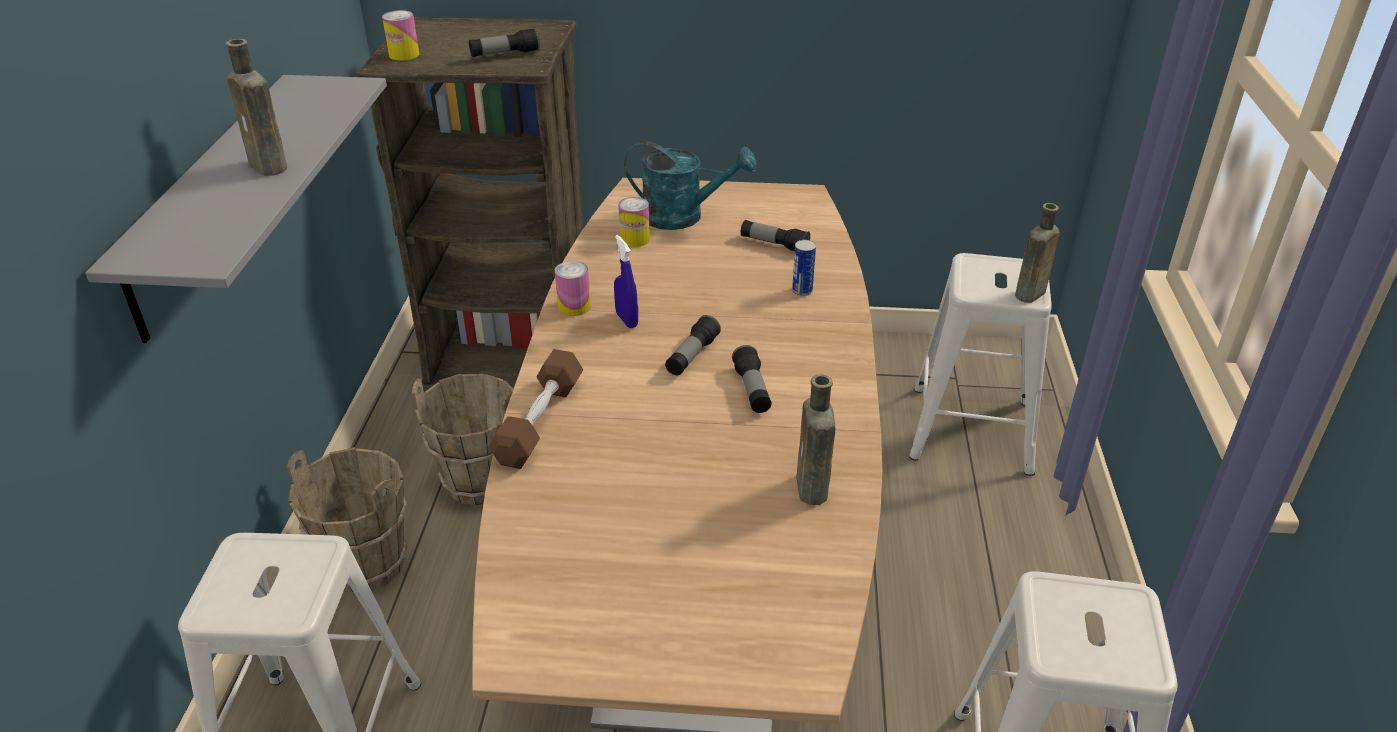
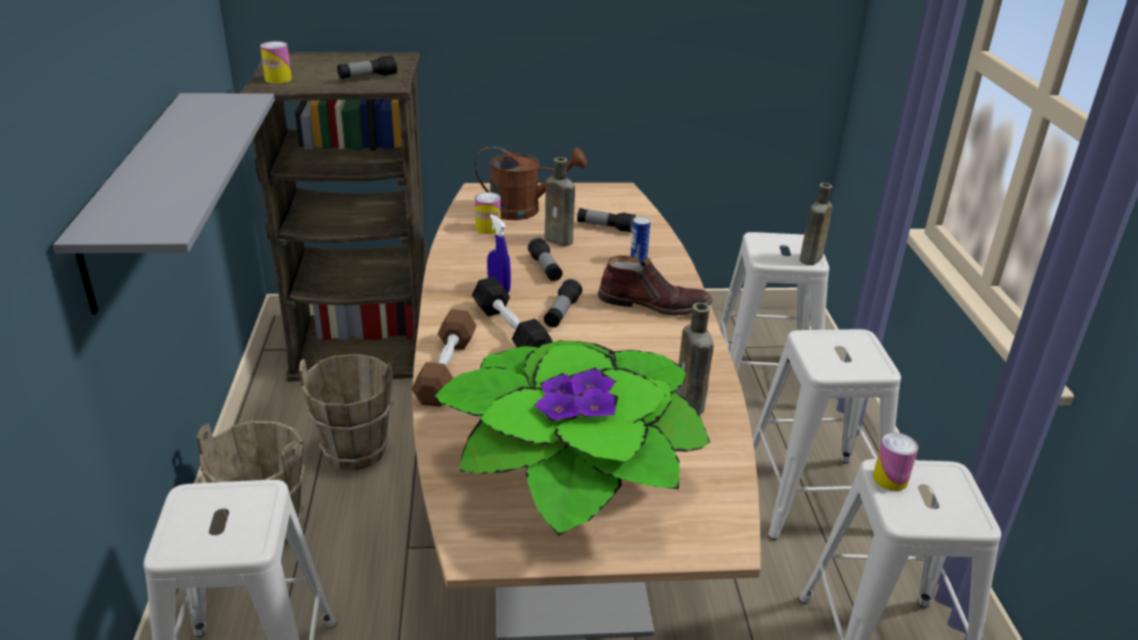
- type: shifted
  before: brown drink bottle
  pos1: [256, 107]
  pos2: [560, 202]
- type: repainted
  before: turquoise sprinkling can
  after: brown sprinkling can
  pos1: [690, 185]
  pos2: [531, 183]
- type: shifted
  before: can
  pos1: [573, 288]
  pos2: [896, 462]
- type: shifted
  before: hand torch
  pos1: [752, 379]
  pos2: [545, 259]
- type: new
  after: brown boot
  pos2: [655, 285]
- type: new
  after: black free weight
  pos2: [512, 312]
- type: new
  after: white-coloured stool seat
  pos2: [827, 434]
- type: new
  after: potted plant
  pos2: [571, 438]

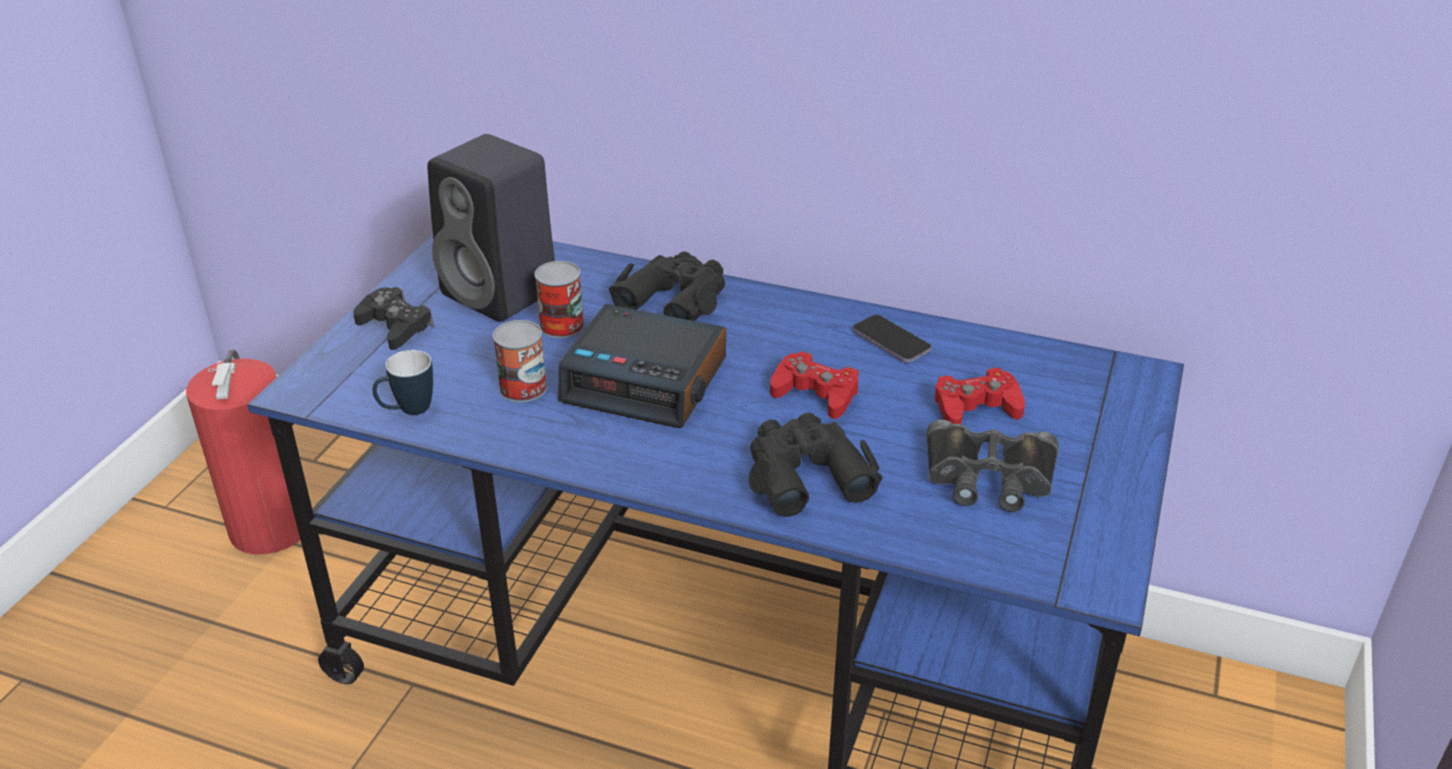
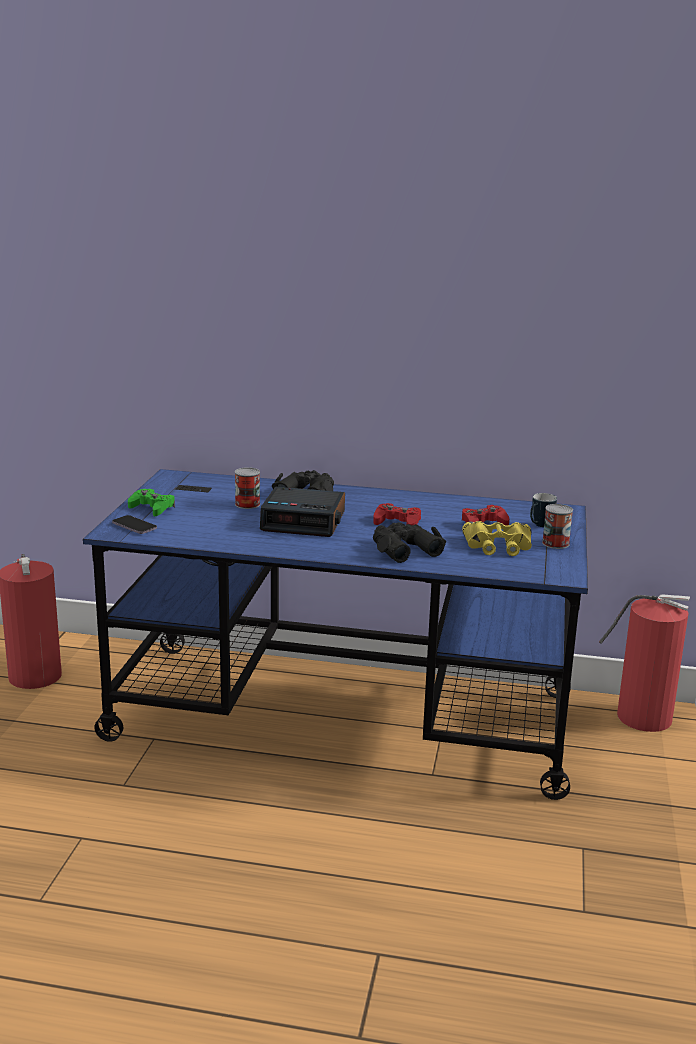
- type: gone
  before: black loudspeaker
  pos1: [491, 228]
- type: repainted
  before: black game controller
  after: greenish game controller
  pos1: [393, 318]
  pos2: [151, 503]
- type: shifted
  before: handset
  pos1: [892, 339]
  pos2: [134, 524]
- type: shifted
  before: can
  pos1: [520, 361]
  pos2: [557, 526]
- type: shifted
  before: tea mug
  pos1: [403, 382]
  pos2: [543, 510]
- type: repainted
  before: black binoculars
  after: yellowish binoculars
  pos1: [992, 466]
  pos2: [497, 538]
- type: new
  after: fire extinguisher
  pos2: [644, 663]

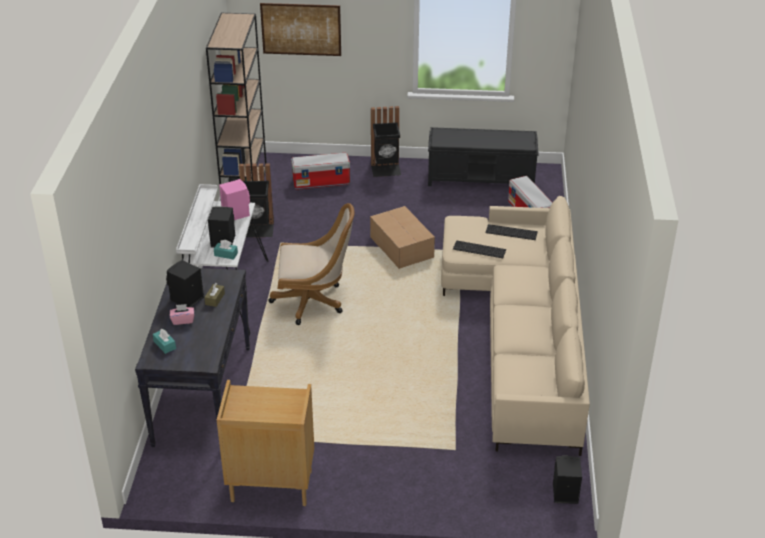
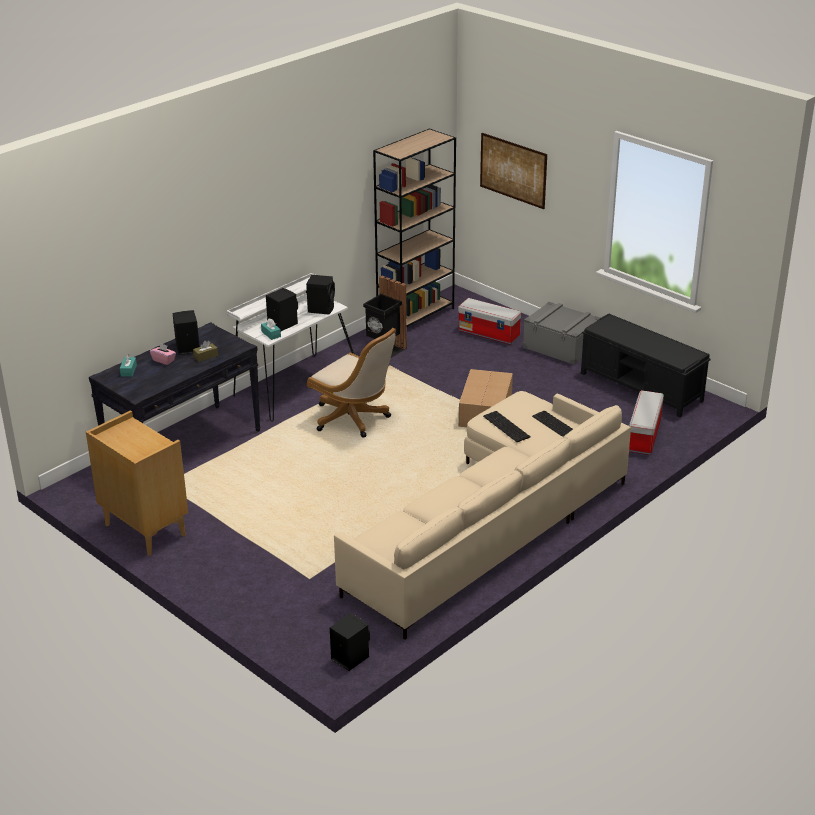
- type: swapped
  before: black trash can
  after: grey storage box
  pos1: [386, 141]
  pos2: [561, 333]
- type: repainted
  before: pinkish loudspeaker
  after: black loudspeaker
  pos1: [234, 199]
  pos2: [320, 295]

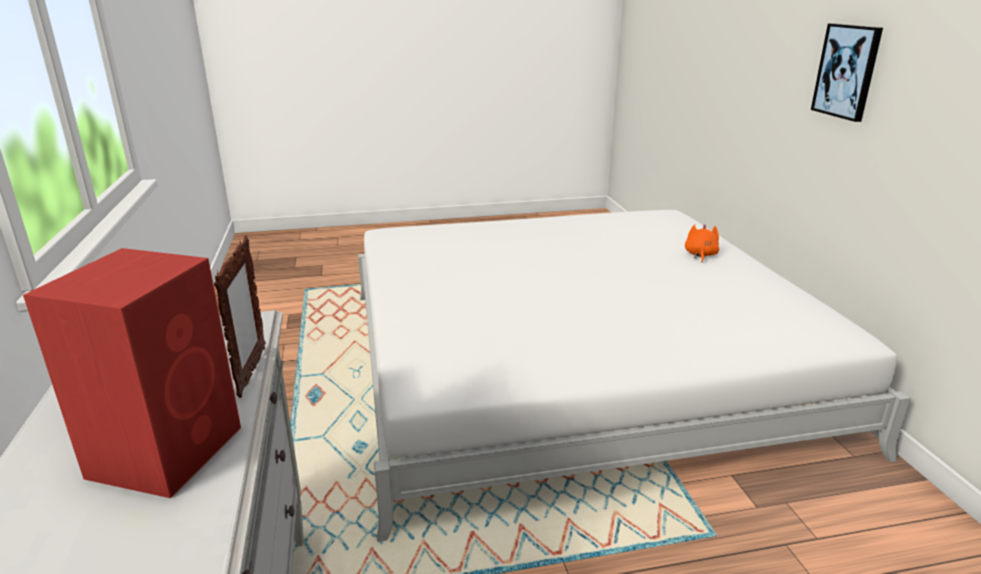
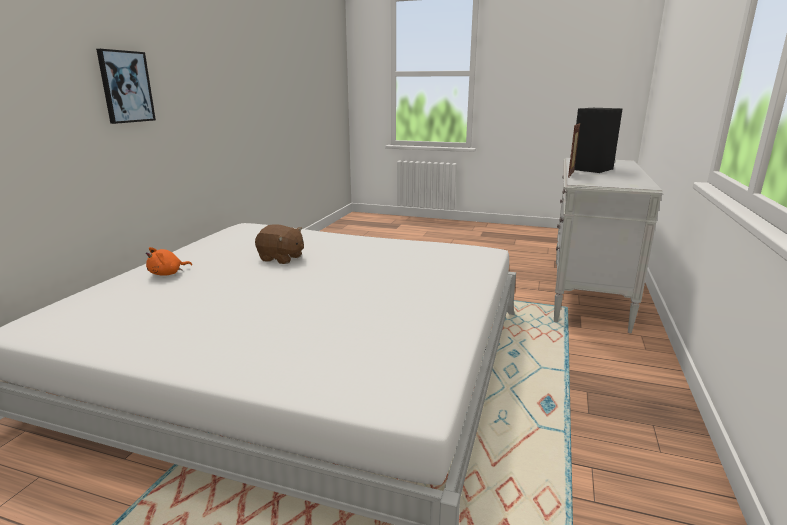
- type: repainted
  before: reddish loudspeaker
  after: black loudspeaker
  pos1: [132, 373]
  pos2: [598, 140]
- type: new
  after: brown cuddly toy
  pos2: [279, 244]

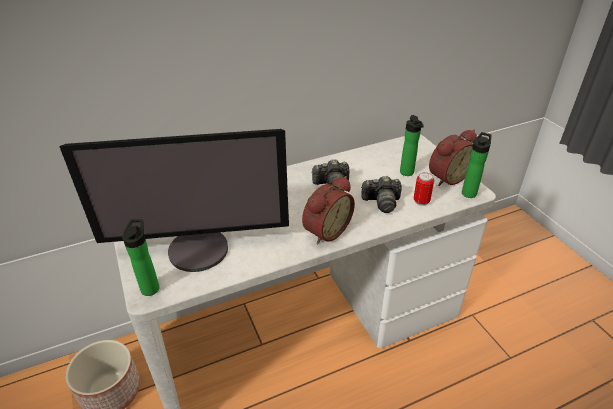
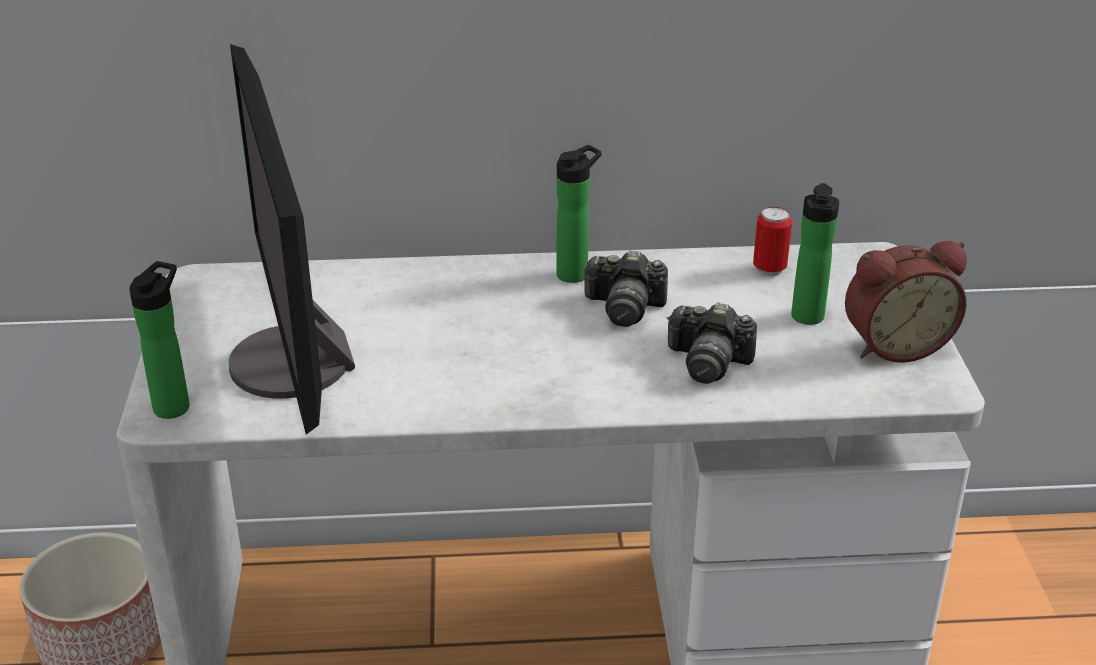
- type: rotated
  before: computer display
  pos1: [174, 200]
  pos2: [292, 239]
  turn: 60
- type: shifted
  before: drink bottle
  pos1: [477, 165]
  pos2: [579, 214]
- type: shifted
  before: can
  pos1: [424, 189]
  pos2: [772, 241]
- type: gone
  before: table clock
  pos1: [328, 210]

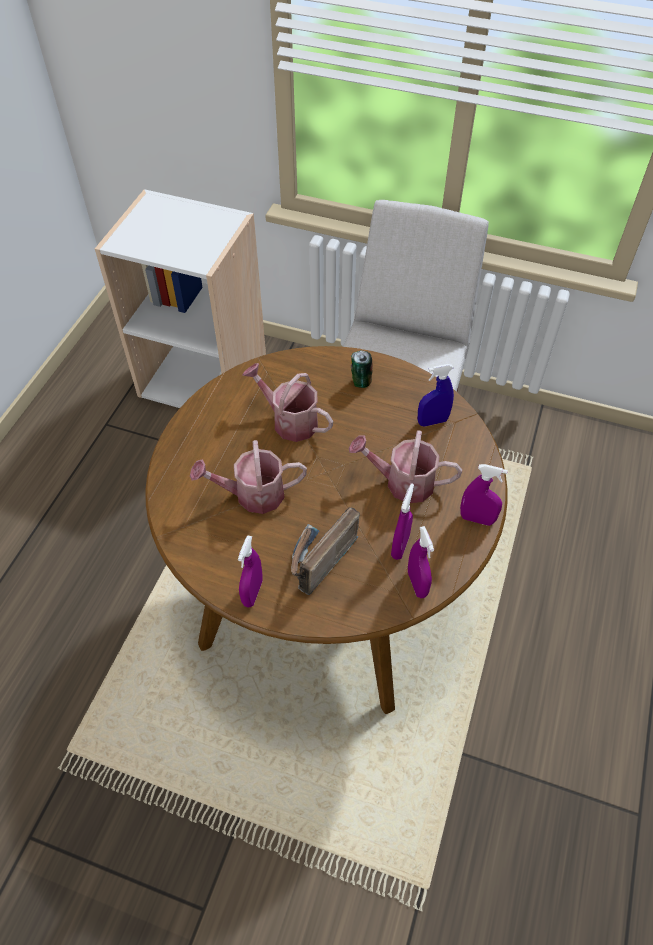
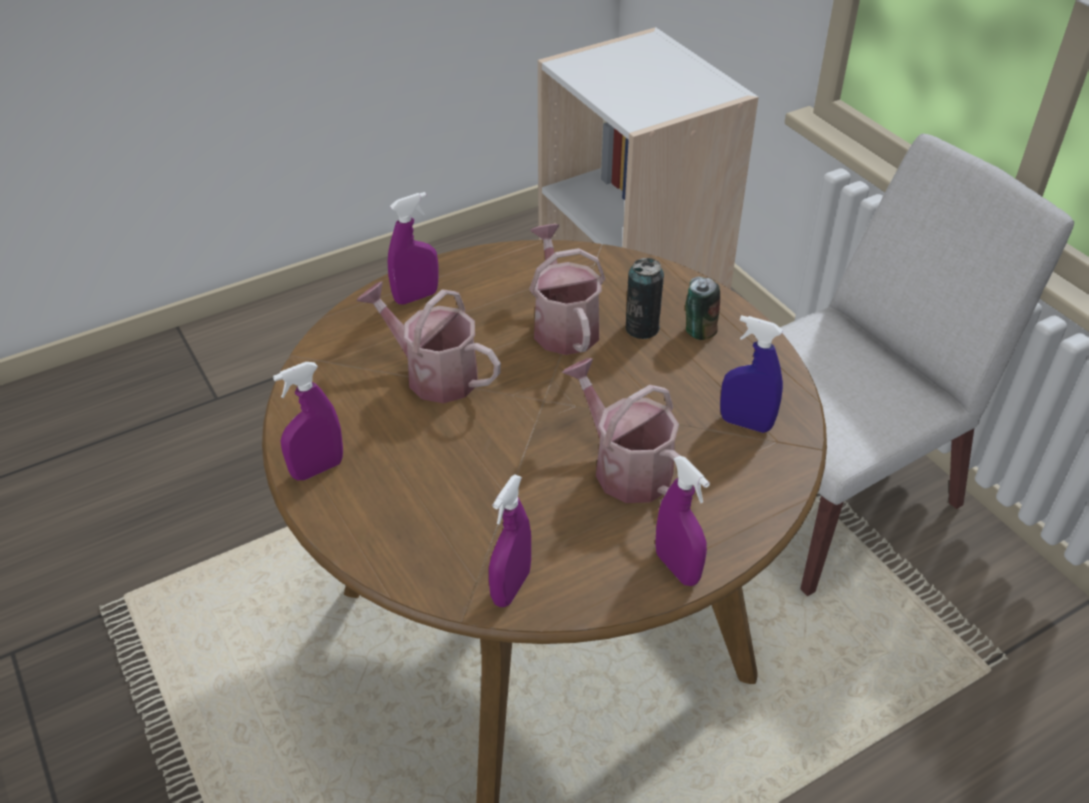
- type: shifted
  before: purple hand sprayer
  pos1: [402, 521]
  pos2: [413, 248]
- type: gone
  before: radio set
  pos1: [325, 551]
- type: new
  after: can
  pos2: [645, 298]

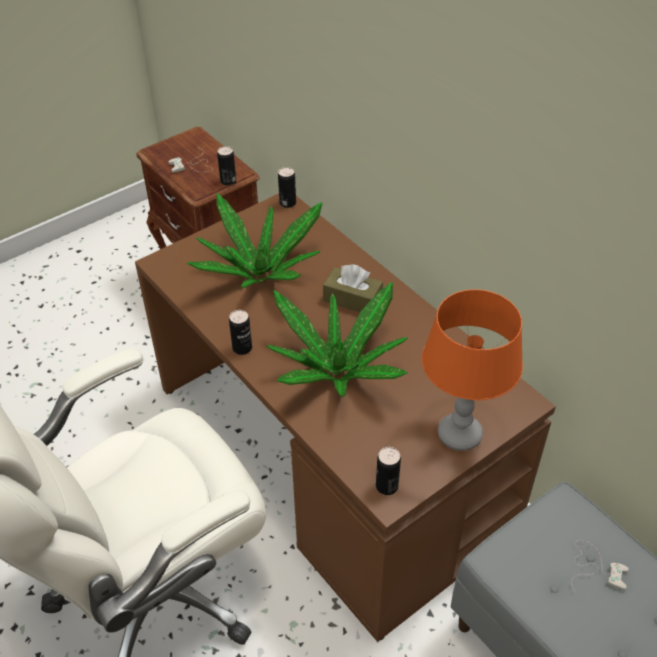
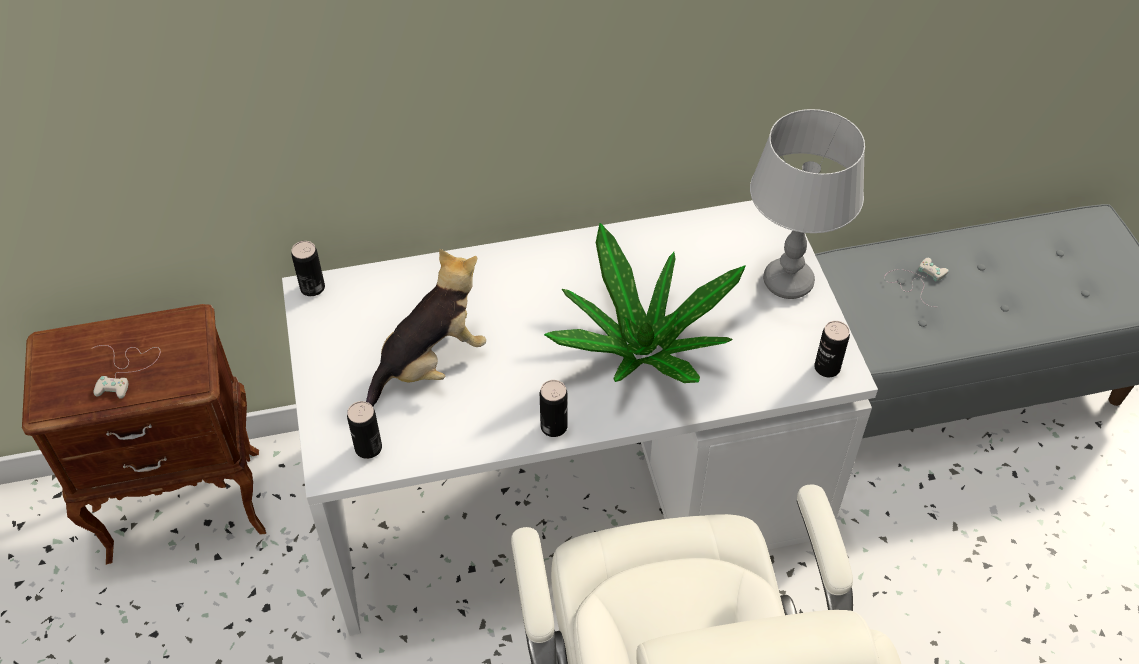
- type: shifted
  before: can
  pos1: [226, 166]
  pos2: [364, 430]
- type: repainted
  before: brown desk table
  after: white-coloured desk table
  pos1: [345, 417]
  pos2: [580, 418]
- type: swapped
  before: potted plant
  after: cuddly toy
  pos1: [254, 240]
  pos2: [426, 328]
- type: gone
  before: brown tissue box
  pos1: [353, 288]
- type: repainted
  before: orangey lamp for a table
  after: grey lamp for a table
  pos1: [472, 370]
  pos2: [807, 204]

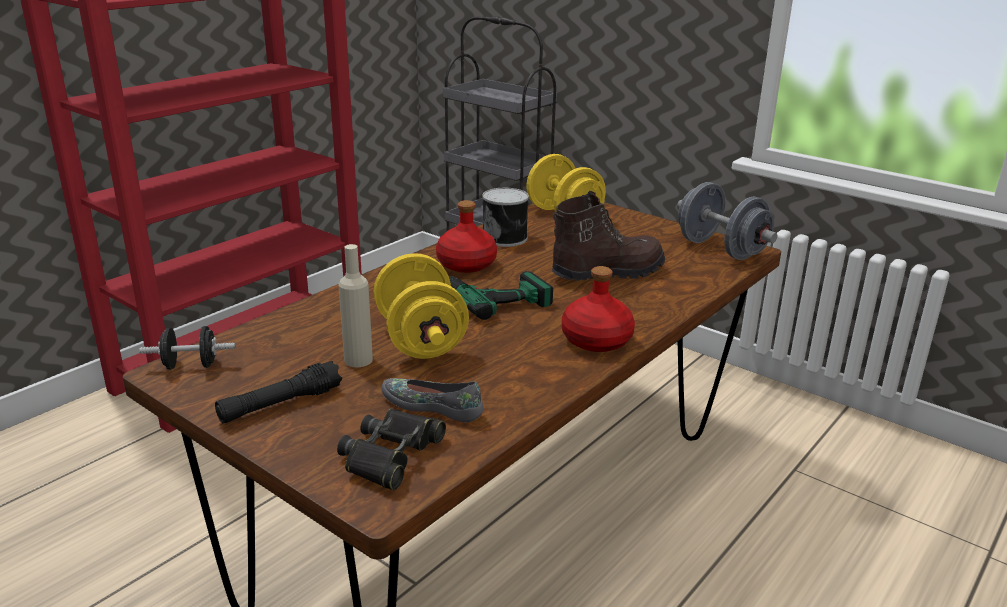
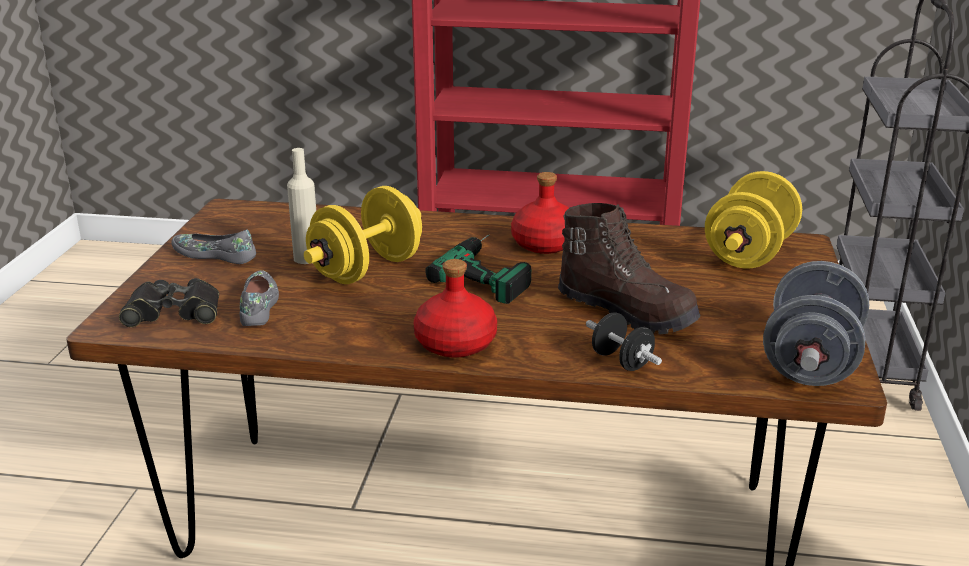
- type: gone
  before: can
  pos1: [506, 217]
- type: shifted
  before: black free weight
  pos1: [187, 348]
  pos2: [624, 341]
- type: swapped
  before: black hand torch
  after: grey low shoe
  pos1: [278, 392]
  pos2: [213, 246]

